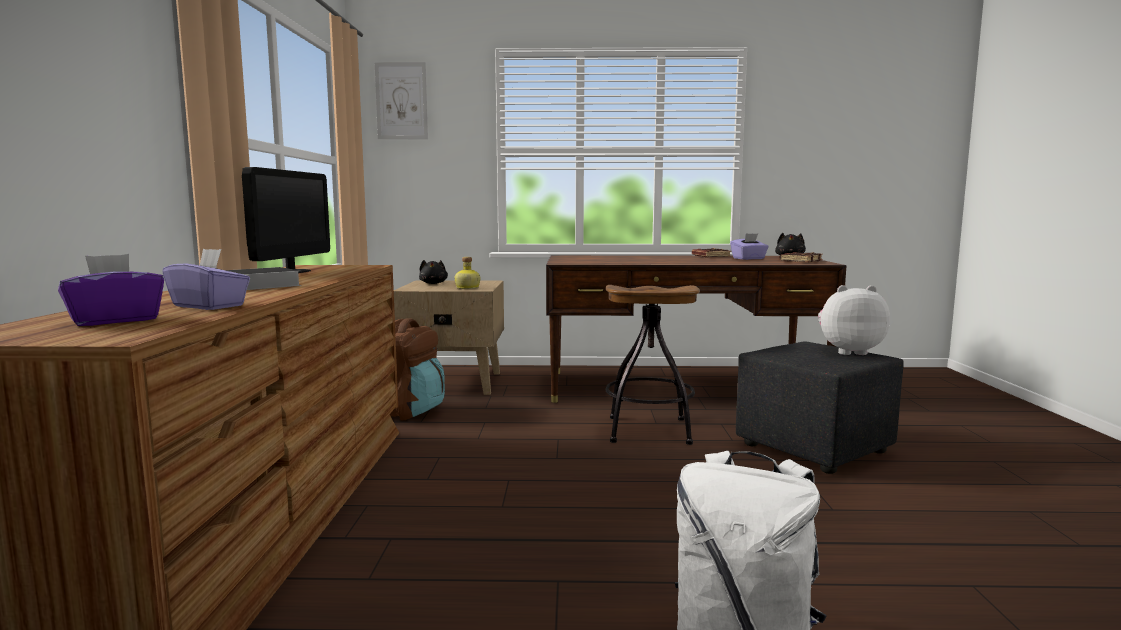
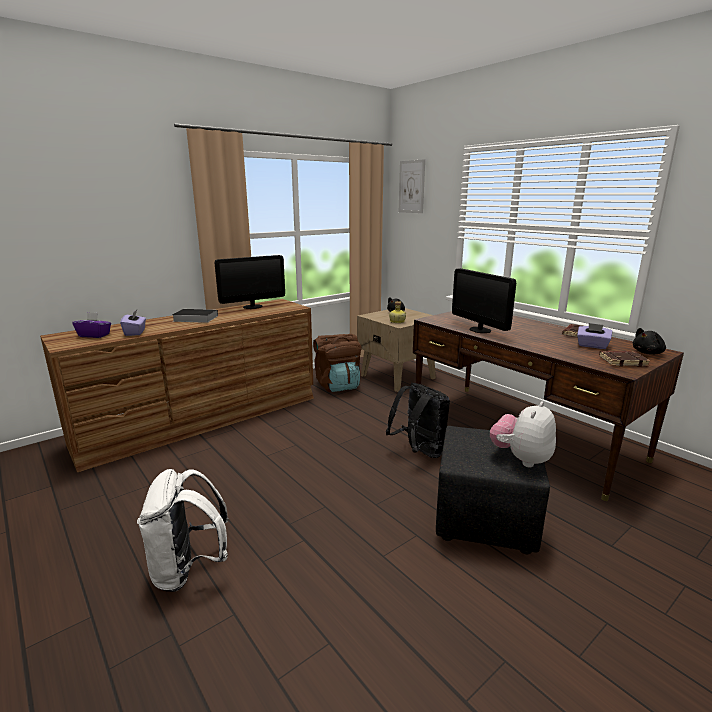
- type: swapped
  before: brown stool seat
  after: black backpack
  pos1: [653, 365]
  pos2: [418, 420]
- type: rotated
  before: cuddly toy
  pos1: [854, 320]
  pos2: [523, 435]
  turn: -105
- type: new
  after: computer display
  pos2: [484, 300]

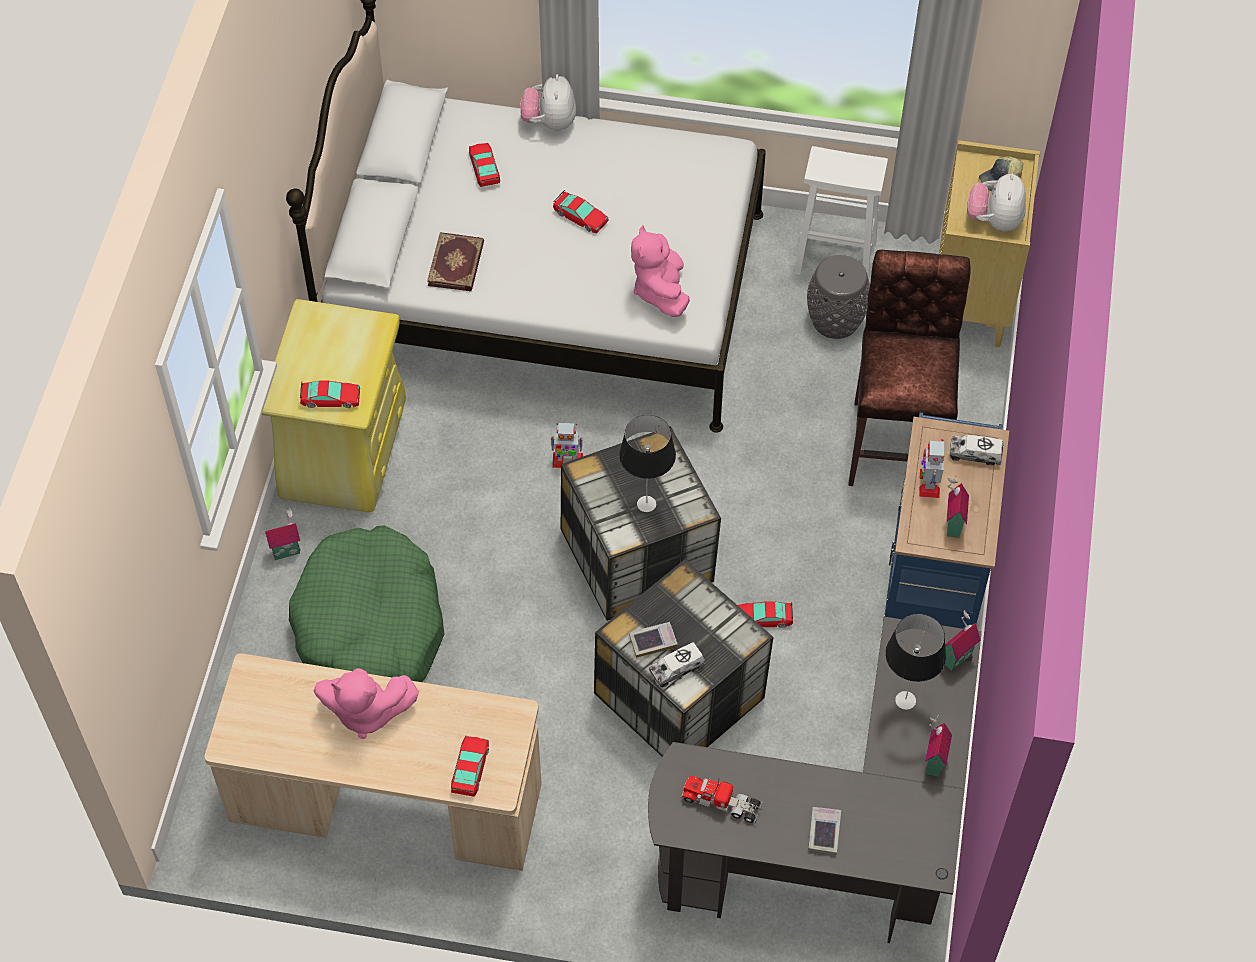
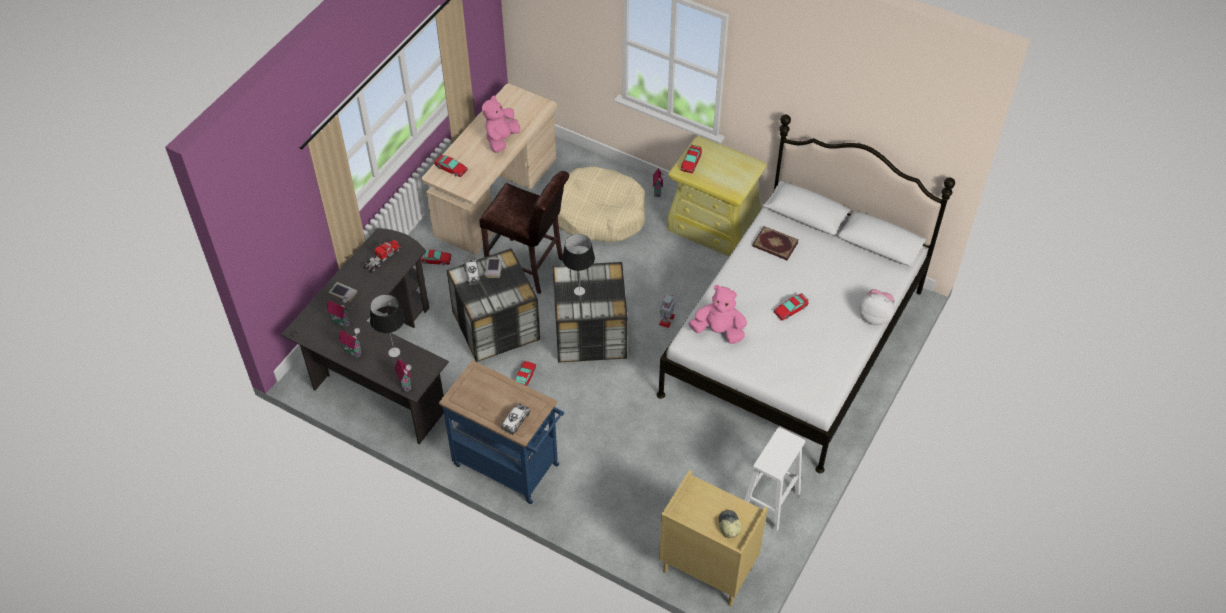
- type: shifted
  before: toy car
  pos1: [484, 165]
  pos2: [436, 257]
- type: gone
  before: cuddly toy
  pos1: [996, 202]
- type: shifted
  before: brown stool seat
  pos1: [909, 368]
  pos2: [524, 232]
- type: gone
  before: grey stool seat
  pos1: [838, 297]
- type: gone
  before: model robot
  pos1: [932, 468]
- type: shifted
  before: toy house
  pos1: [957, 506]
  pos2: [338, 312]
- type: repainted
  before: greenish dog bed
  after: beige dog bed
  pos1: [366, 603]
  pos2: [601, 204]

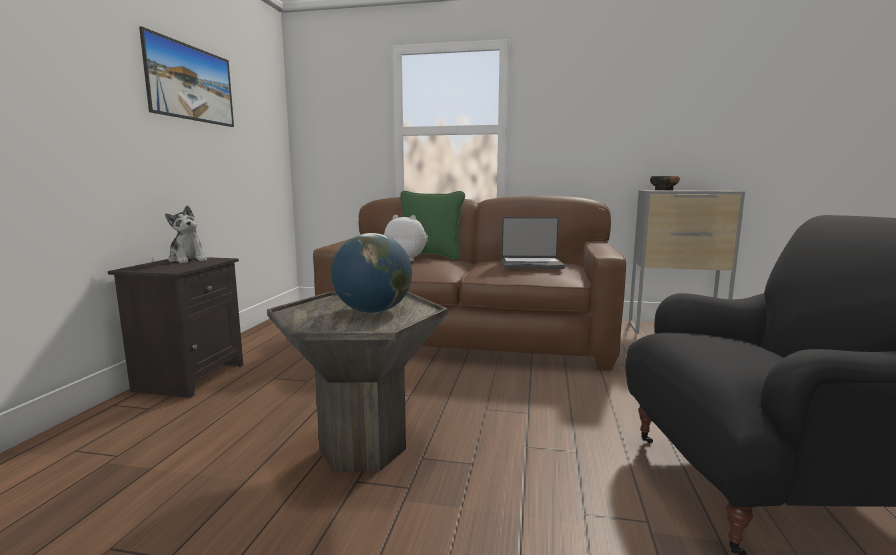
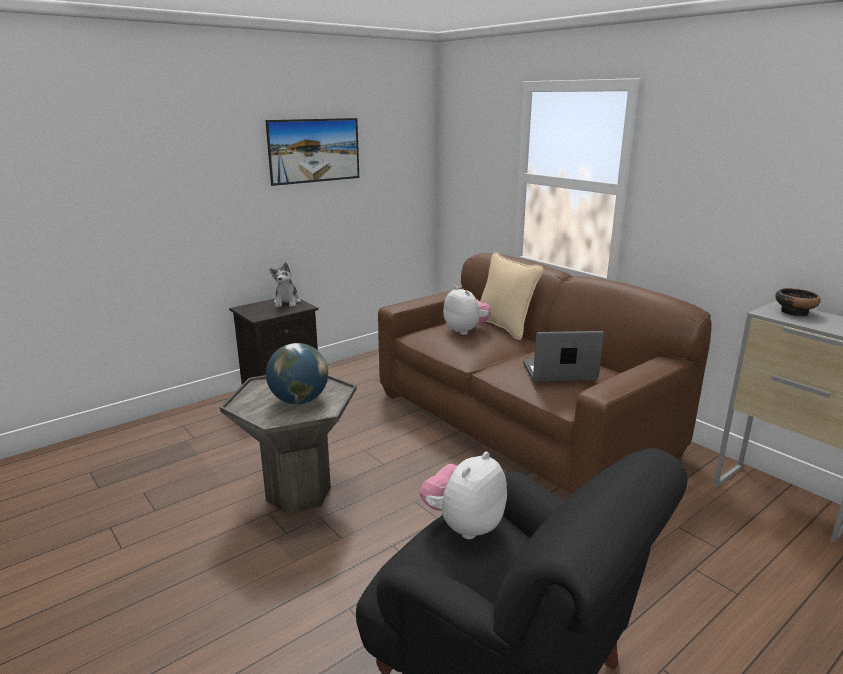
- type: repainted
  before: greenish throw pillow
  after: beige throw pillow
  pos1: [432, 225]
  pos2: [511, 296]
- type: rotated
  before: notebook computer
  pos1: [533, 243]
  pos2: [563, 356]
  turn: 135
- type: new
  after: cuddly toy
  pos2: [463, 495]

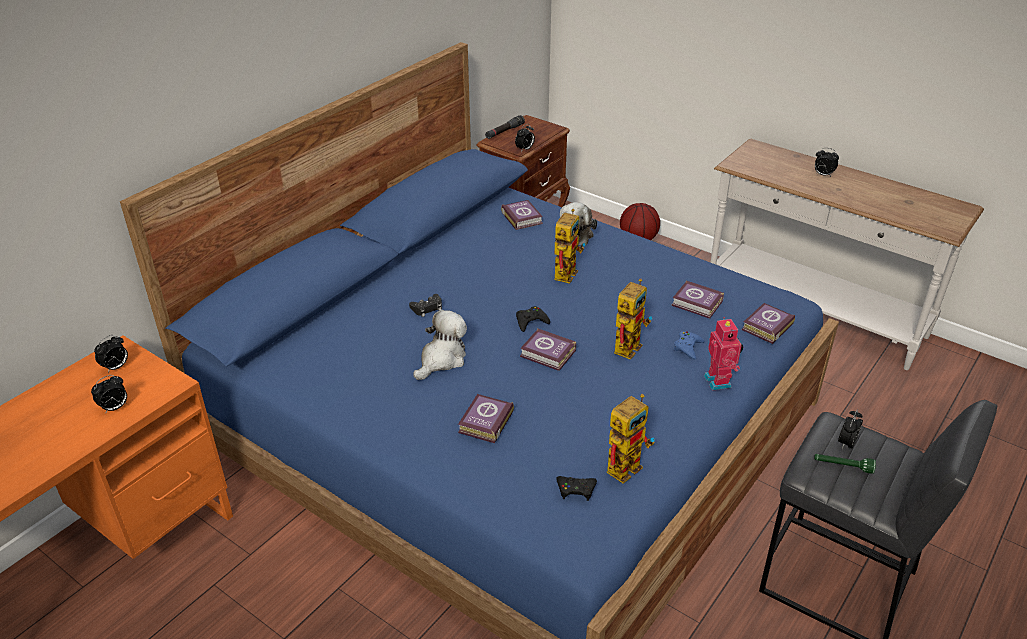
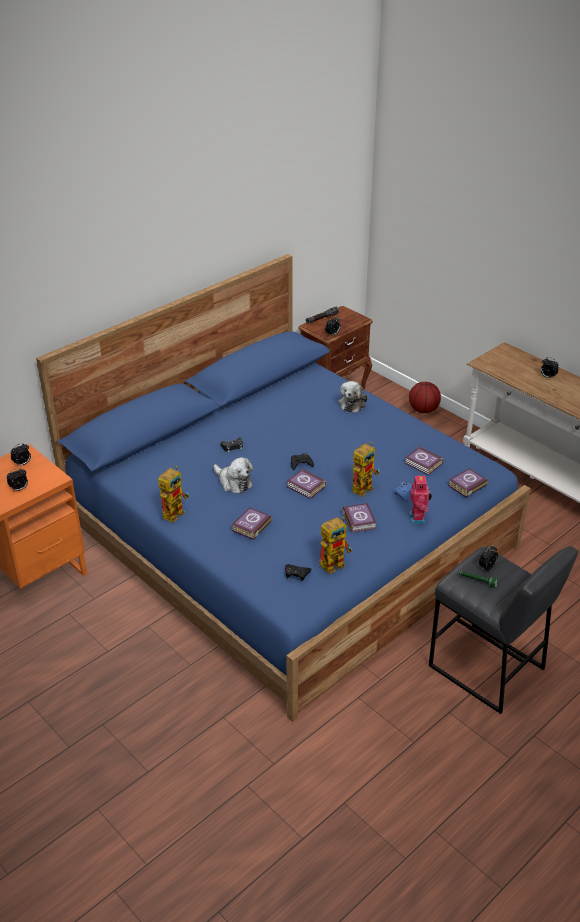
- type: shifted
  before: book
  pos1: [522, 215]
  pos2: [359, 518]
- type: shifted
  before: model robot
  pos1: [569, 246]
  pos2: [173, 494]
- type: rotated
  before: cuddly toy
  pos1: [440, 345]
  pos2: [233, 475]
  turn: 90

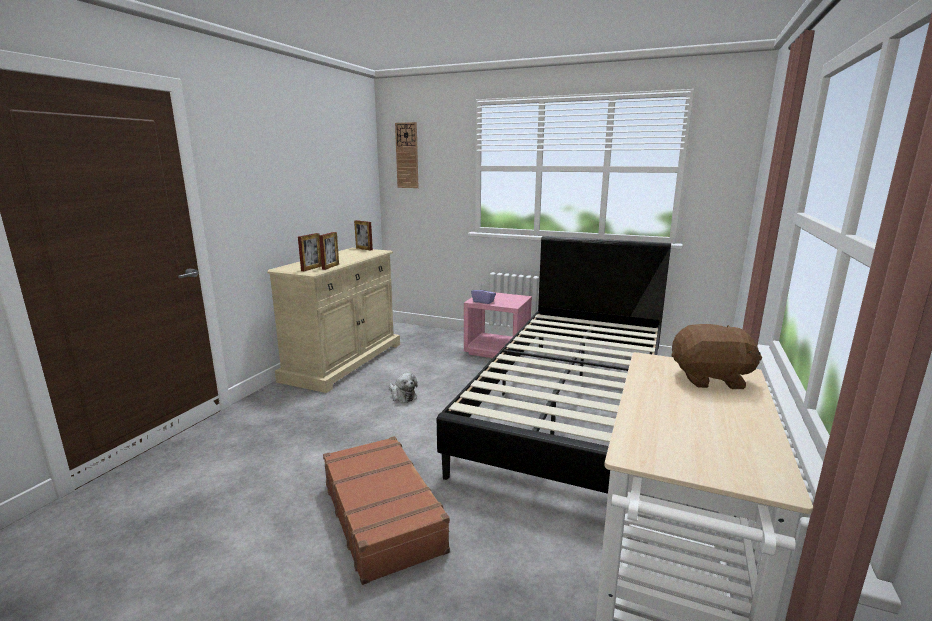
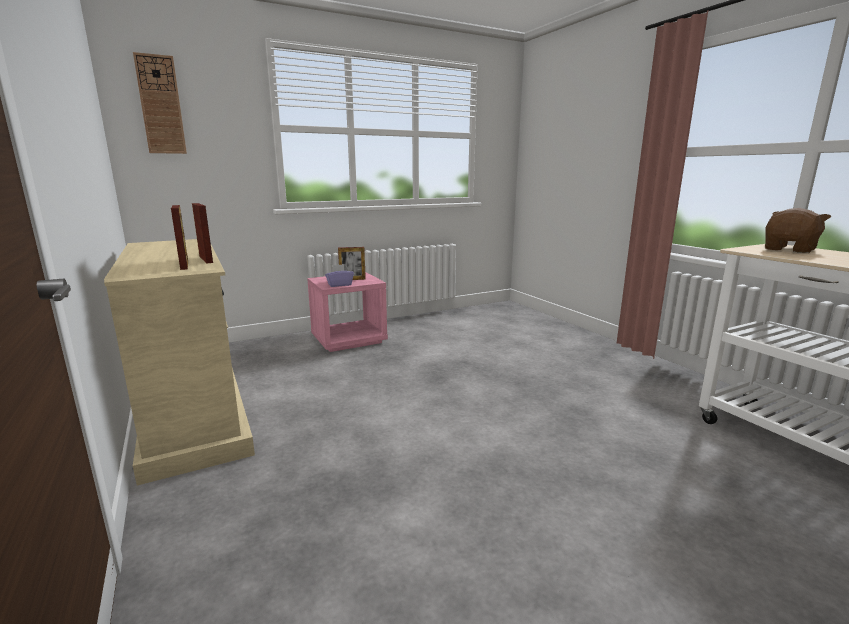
- type: shifted
  before: picture frame
  pos1: [363, 235]
  pos2: [352, 263]
- type: gone
  before: black bed
  pos1: [554, 365]
- type: gone
  before: cuddly toy
  pos1: [403, 388]
- type: gone
  before: brown travel case
  pos1: [386, 510]

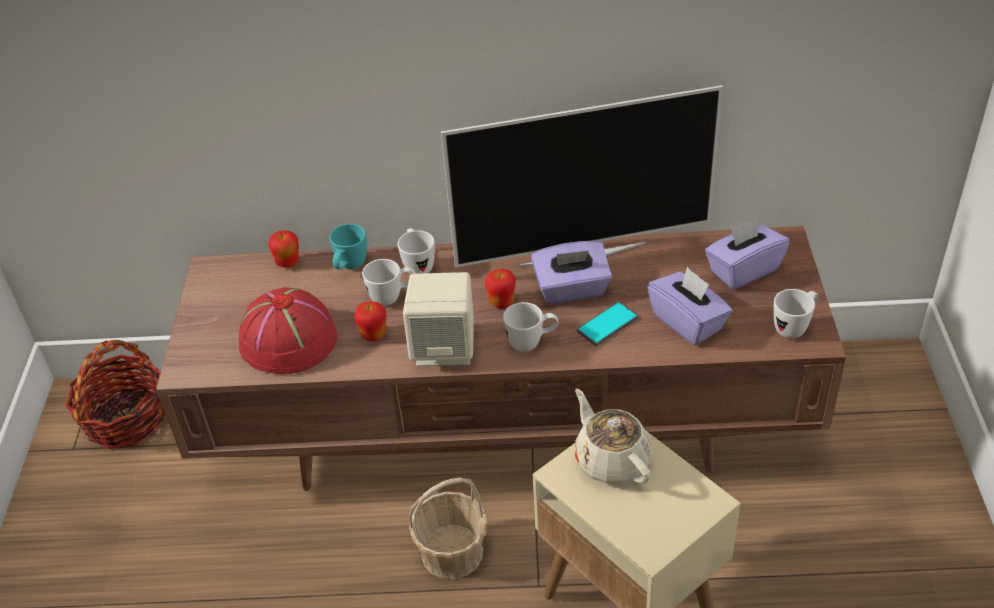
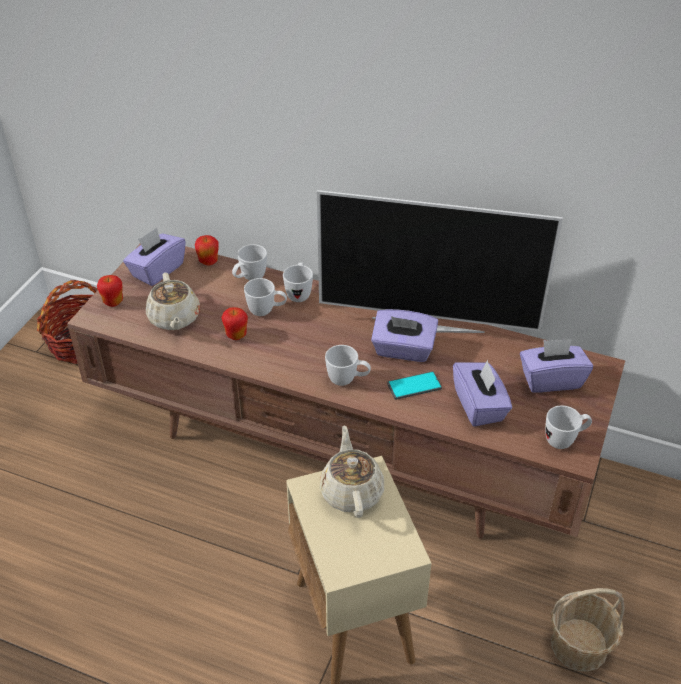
- type: repainted
  before: turquoise tea mug
  after: white-coloured tea mug
  pos1: [348, 247]
  pos2: [249, 262]
- type: shifted
  before: apple
  pos1: [500, 289]
  pos2: [110, 291]
- type: gone
  before: beige loudspeaker
  pos1: [438, 319]
- type: swapped
  before: reddish wearable hat
  after: beige teapot
  pos1: [288, 330]
  pos2: [173, 301]
- type: shifted
  before: basket
  pos1: [448, 528]
  pos2: [588, 630]
- type: new
  after: purple tissue box
  pos2: [154, 257]

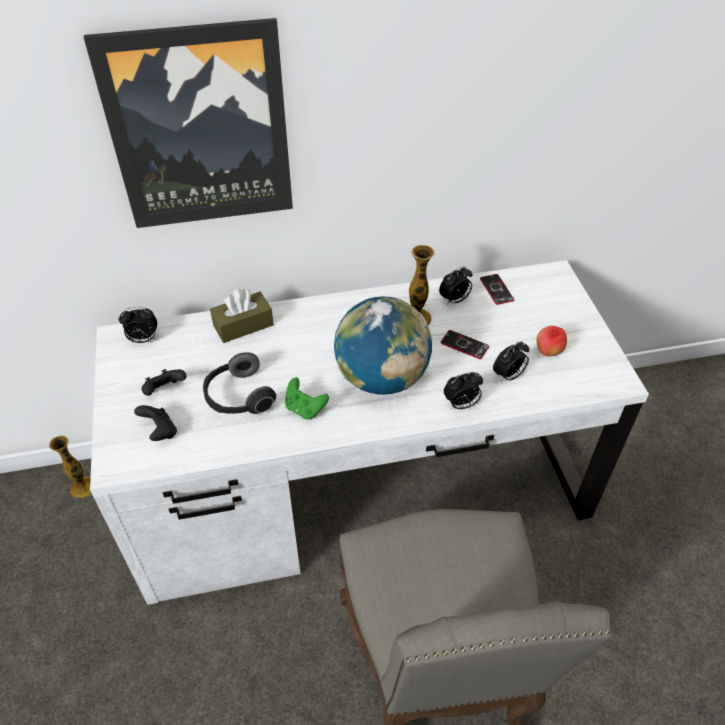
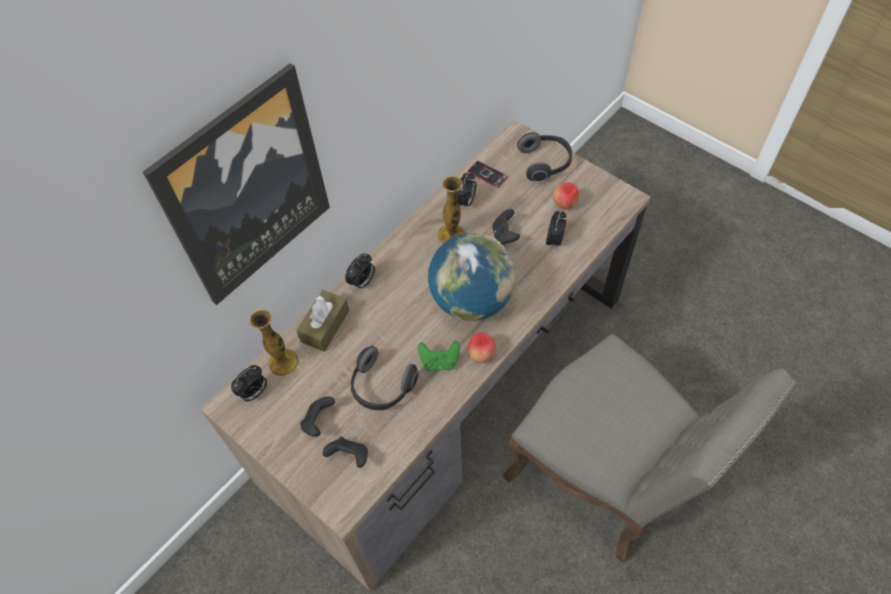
- type: repainted
  before: white-coloured desk table
  after: brown desk table
  pos1: [369, 432]
  pos2: [425, 355]
- type: swapped
  before: handset
  after: black game controller
  pos1: [465, 344]
  pos2: [506, 227]
- type: shifted
  before: table clock
  pos1: [463, 390]
  pos2: [360, 271]
- type: shifted
  before: flower vase
  pos1: [70, 466]
  pos2: [274, 342]
- type: new
  after: pair of headphones
  pos2: [544, 157]
- type: new
  after: apple
  pos2: [482, 347]

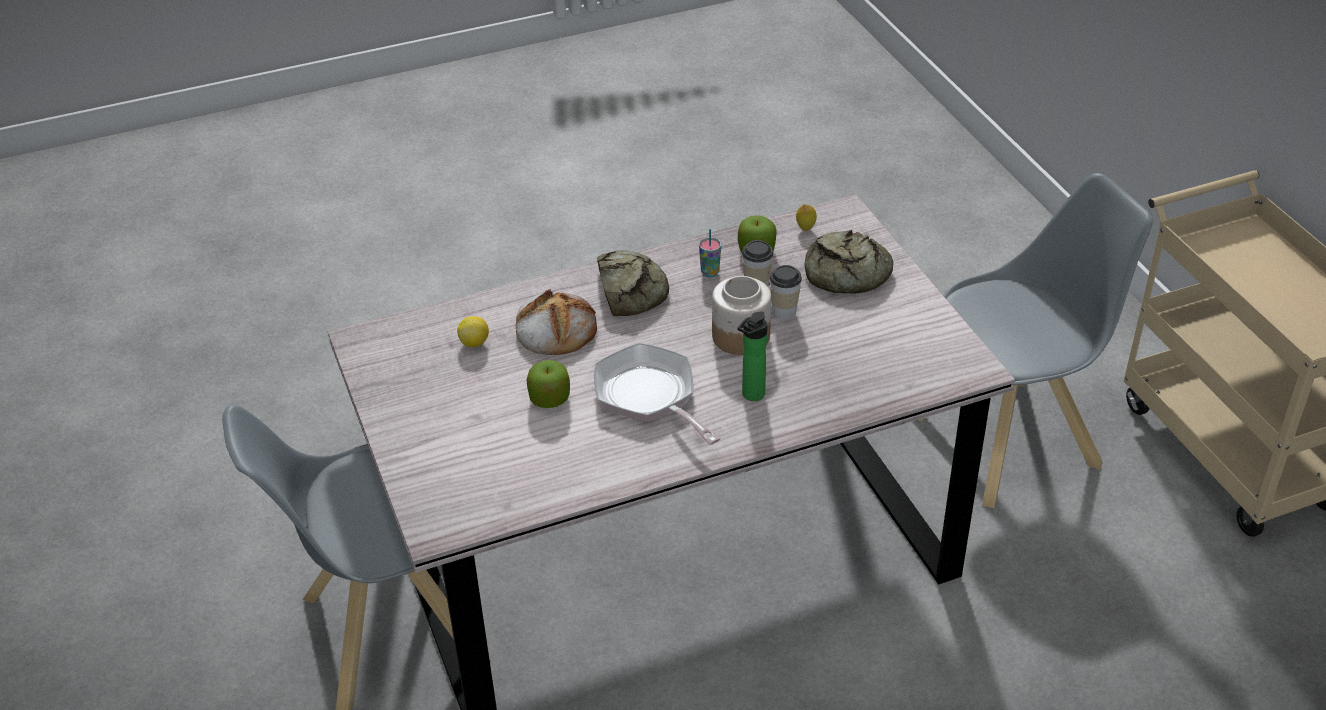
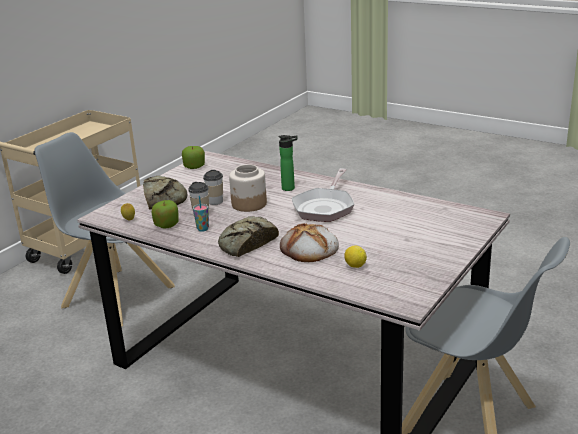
- type: shifted
  before: apple
  pos1: [548, 384]
  pos2: [193, 157]

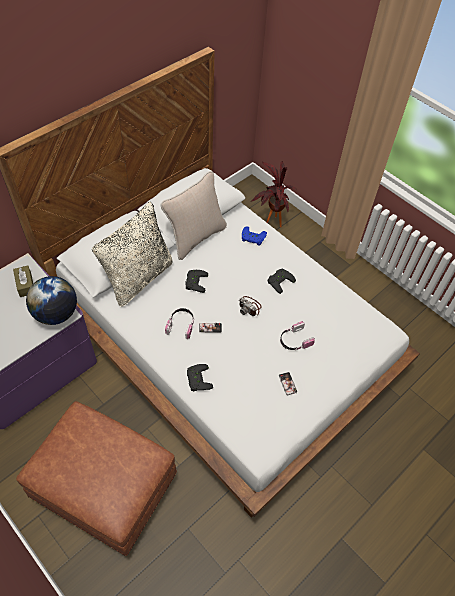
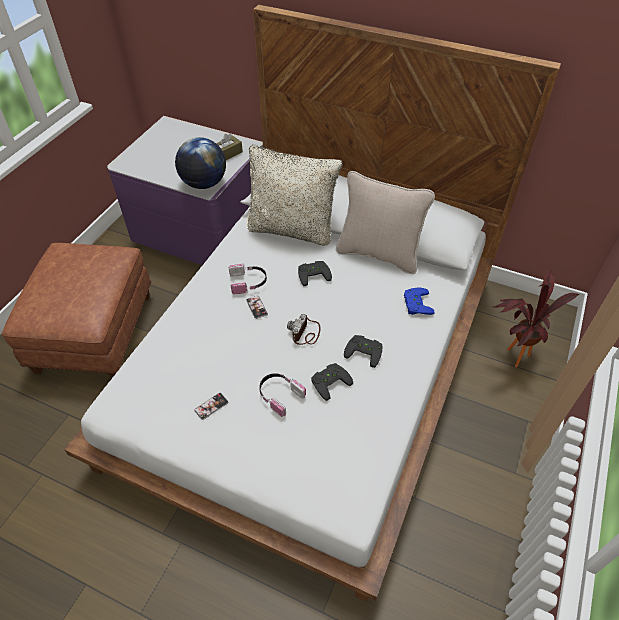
- type: shifted
  before: black game controller
  pos1: [200, 377]
  pos2: [332, 382]

